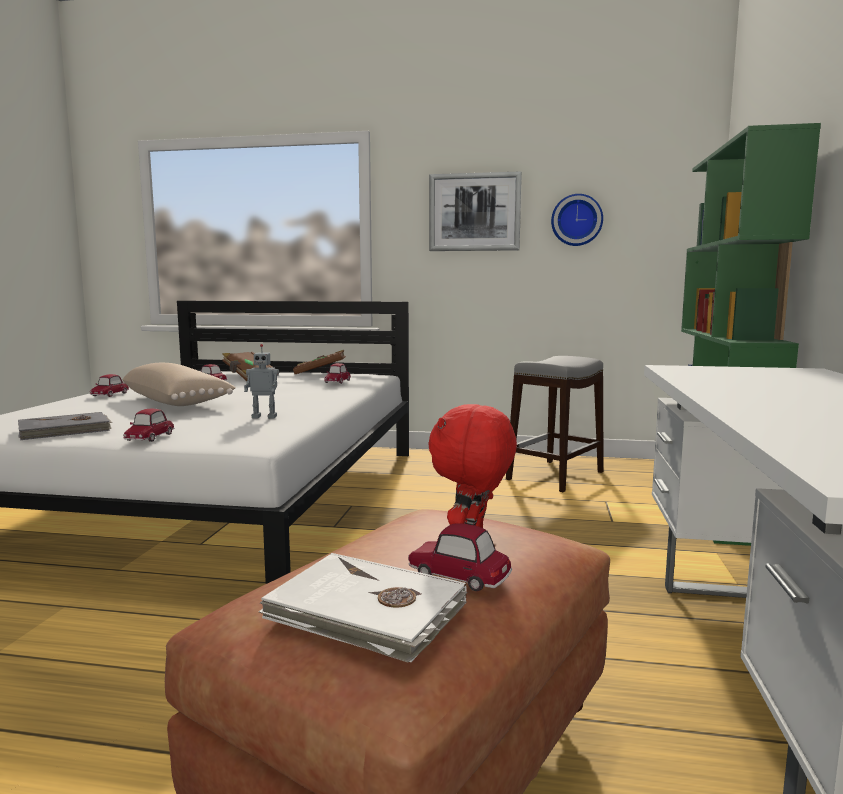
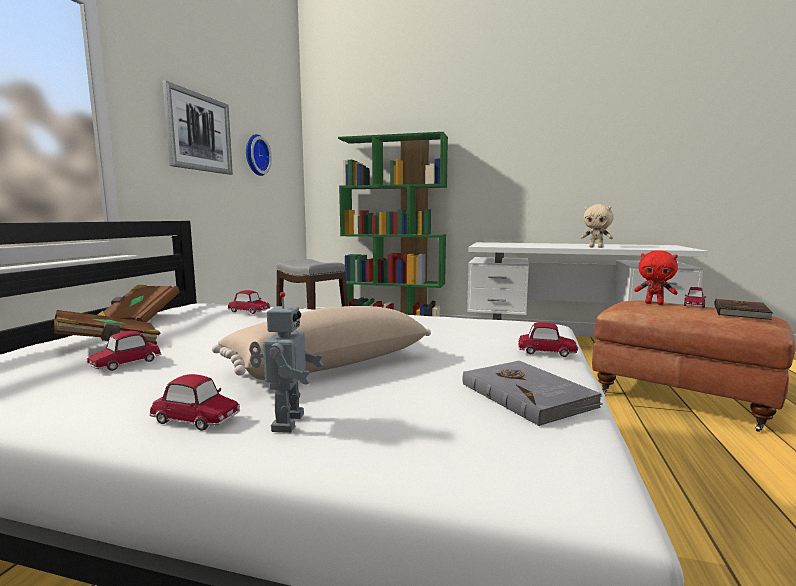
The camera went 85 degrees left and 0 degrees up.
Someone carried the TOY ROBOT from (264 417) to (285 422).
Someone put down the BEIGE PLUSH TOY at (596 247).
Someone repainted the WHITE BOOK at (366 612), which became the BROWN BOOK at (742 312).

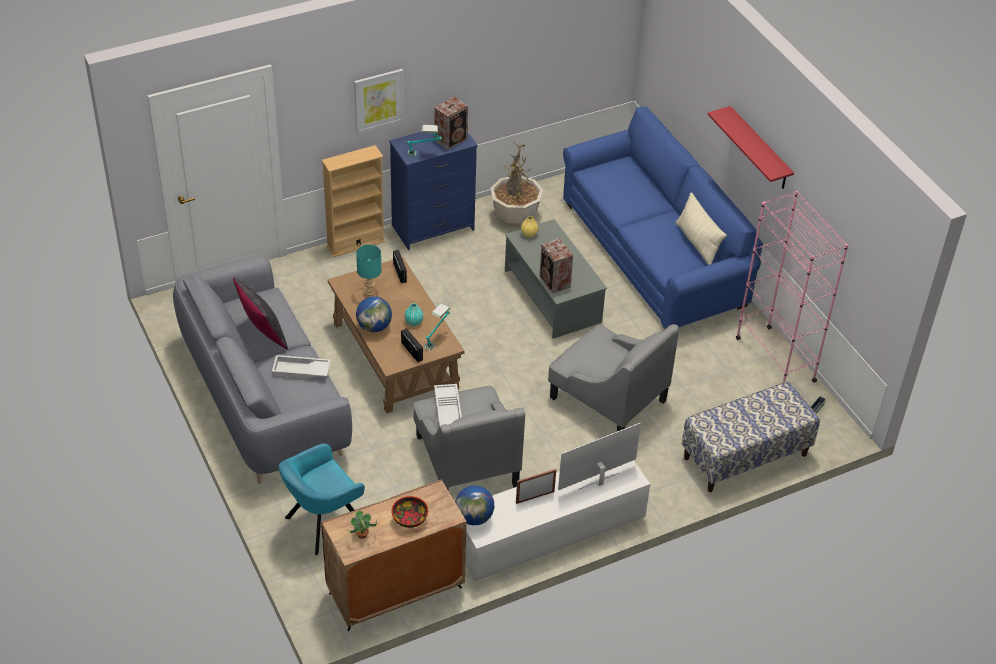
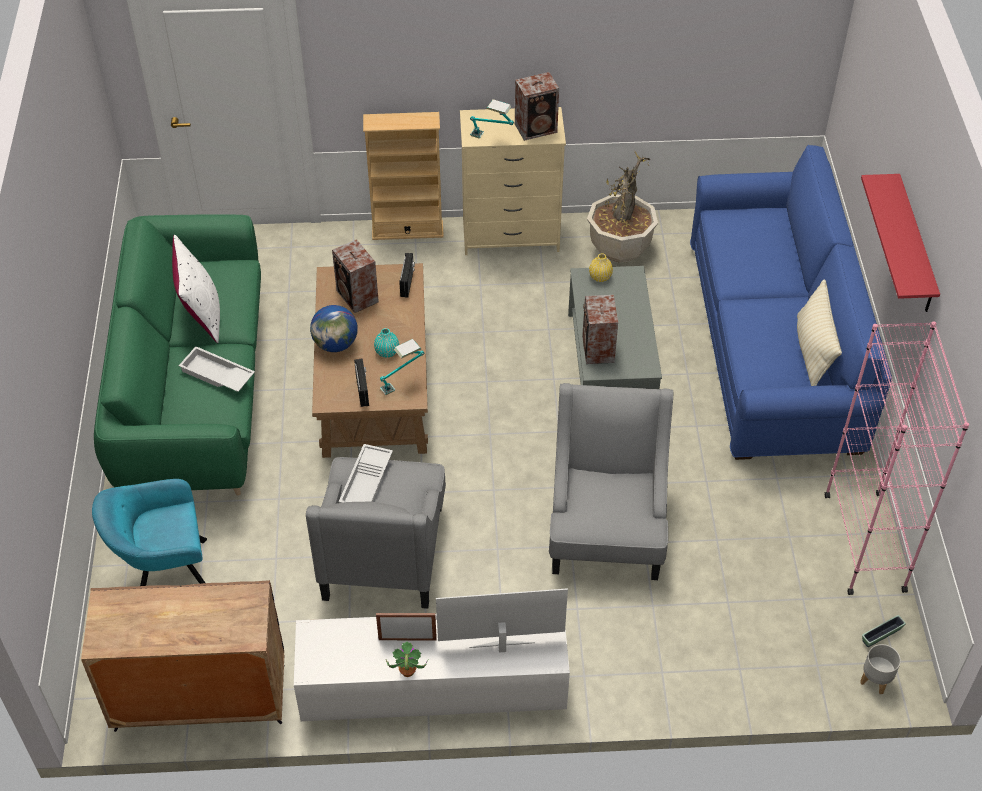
The camera went 25 degrees right and 5 degrees up.
Someone repainted the GREY SOFA at (264 397), which became the GREEN SOFA at (193 391).
Someone repainted the BLACK PILLOW at (262 334), which became the WHITE PILLOW at (201 314).
Someone swapped the TURQUOISE TABLE LAMP at (370 291) for the SPEAKER at (357 297).
Someone carried the POTTED PLANT from (362 535) to (407 671).
Someone repainted the BLUE DRESSER at (433 228), which became the BEIGE DRESSER at (510 235).
Someone rotated the GREY ARMCHAIR at (607 399) by 150 degrees counterclockwise.
Someone put down the GREY PLANTER at (875 680).
Someone took away the PICTURE at (378 100).
Someone took away the BOWL at (410 518).
Someone took away the GLOBE at (474 517).
Someone took away the BENCH at (745 457).

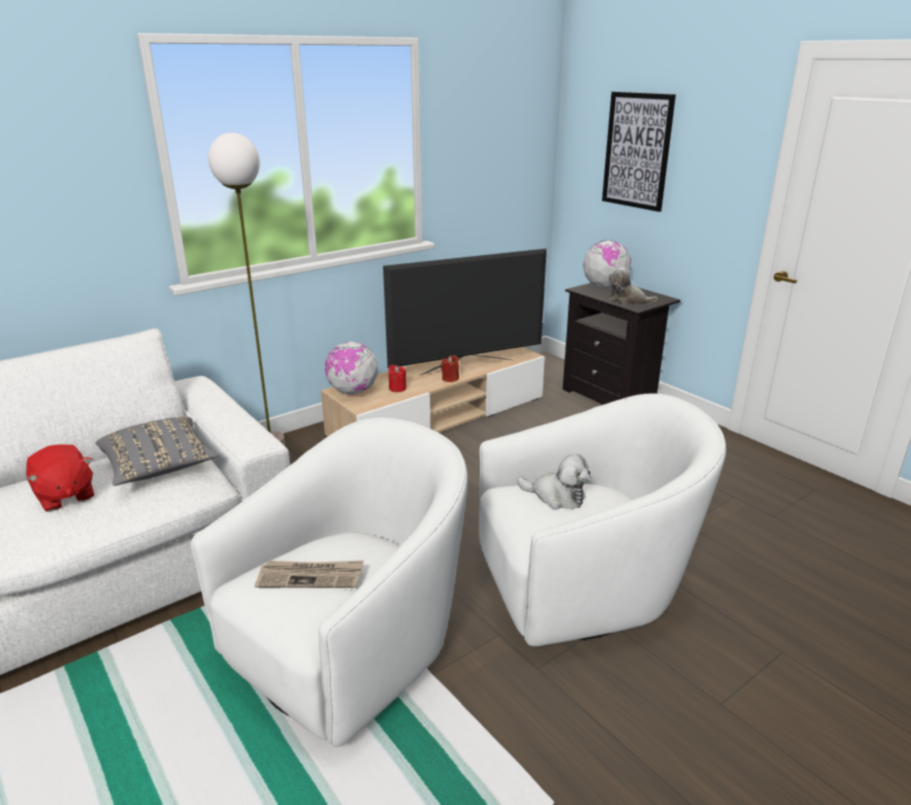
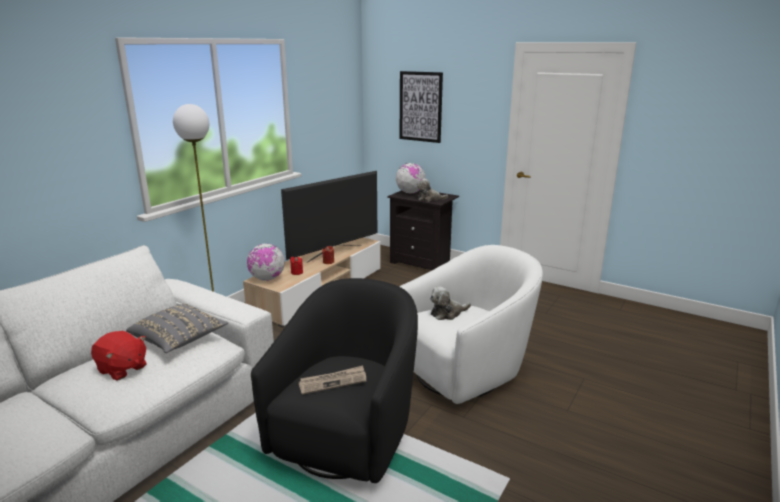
The camera went 20 degrees left and 5 degrees down.
Someone repainted the WHITE ARMCHAIR at (352 651), which became the BLACK ARMCHAIR at (347 434).
Someone rotated the PLUSH TOY at (556 496) by 150 degrees clockwise.

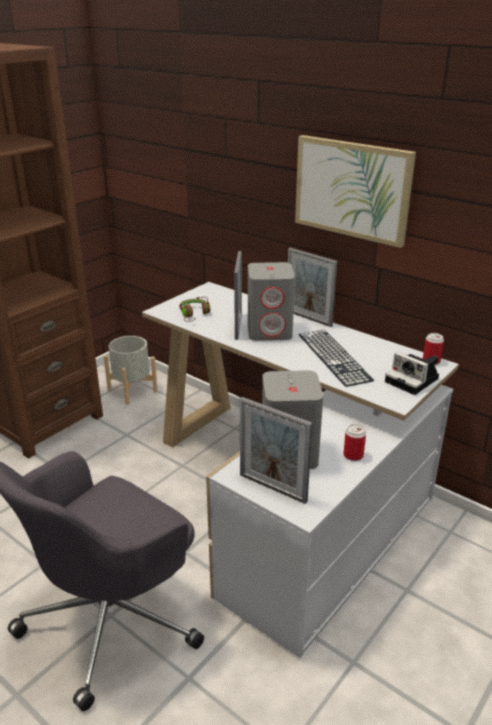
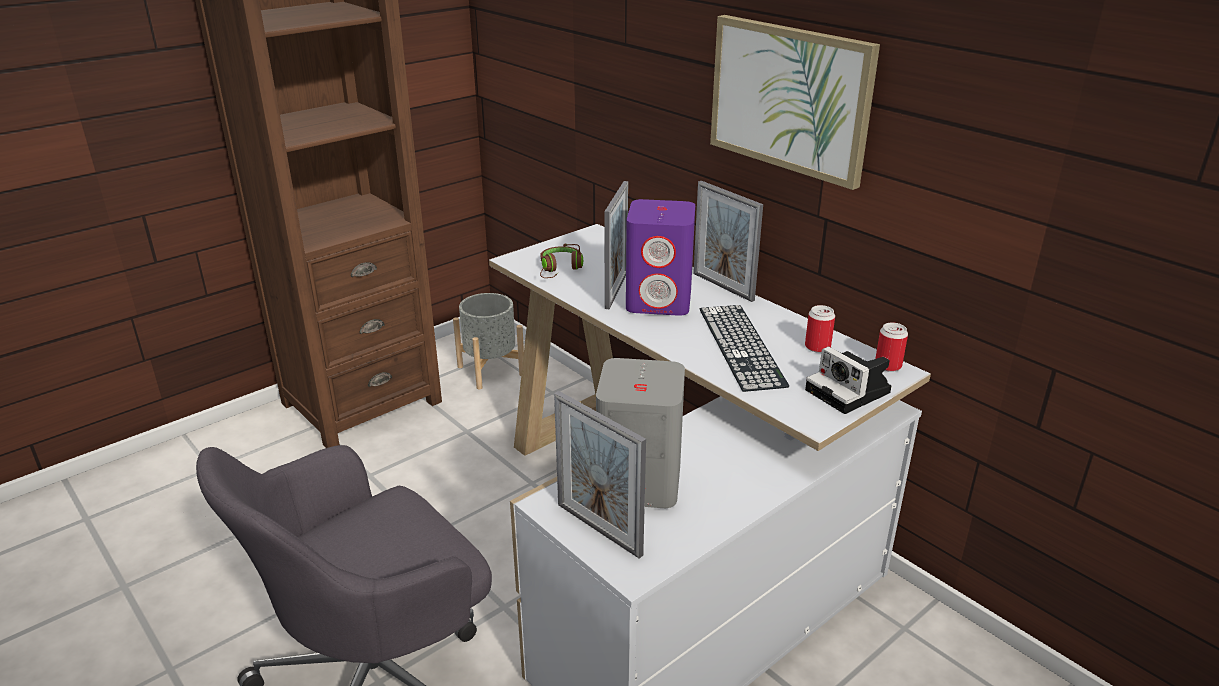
The camera went 10 degrees right and 0 degrees up.
Someone repainted the GREY SPEAKER at (270 331), which became the PURPLE SPEAKER at (659 301).
Someone carried the CAN from (353 455) to (817 347).

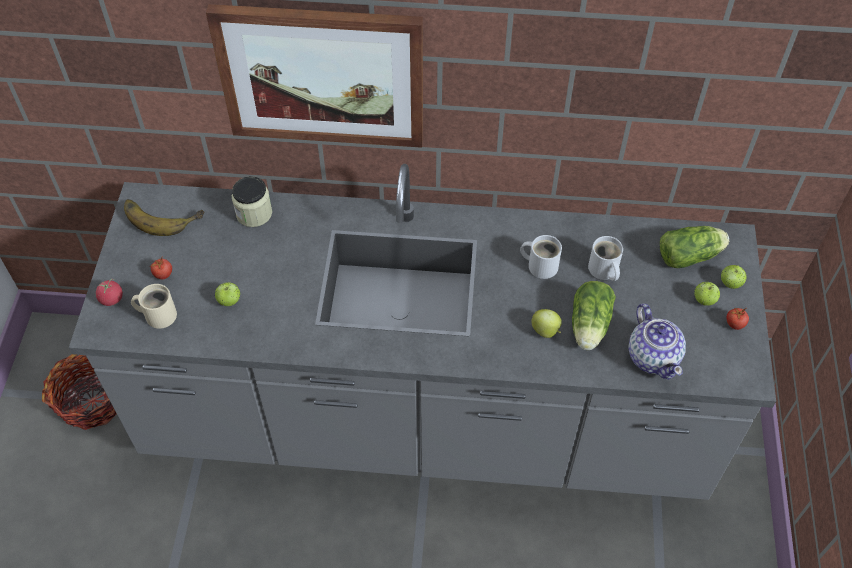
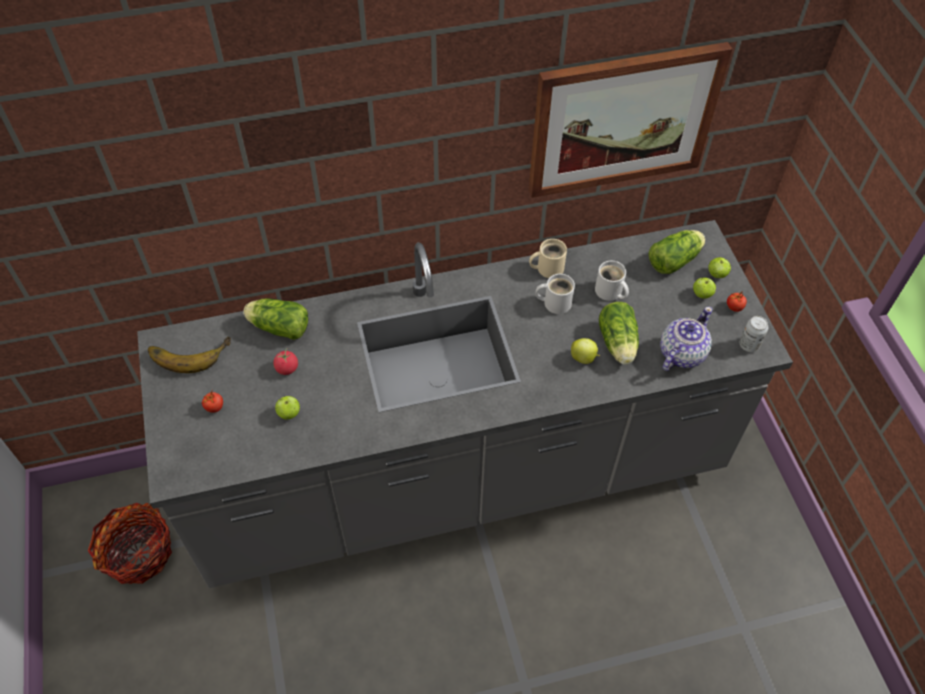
The camera went 20 degrees left and 0 degrees up.
Someone swapped the JAR at (254 213) for the LETTUCE at (277 327).
Someone carried the TOMATO from (111 299) to (287 368).
Someone carried the PICTURE from (322 75) to (623 119).
Someone carried the BEIGE MUG from (158 314) to (547 268).
Someone rotated the TEAPOT at (653 356) by 105 degrees counterclockwise.
Someone put down the CAN at (749 345).

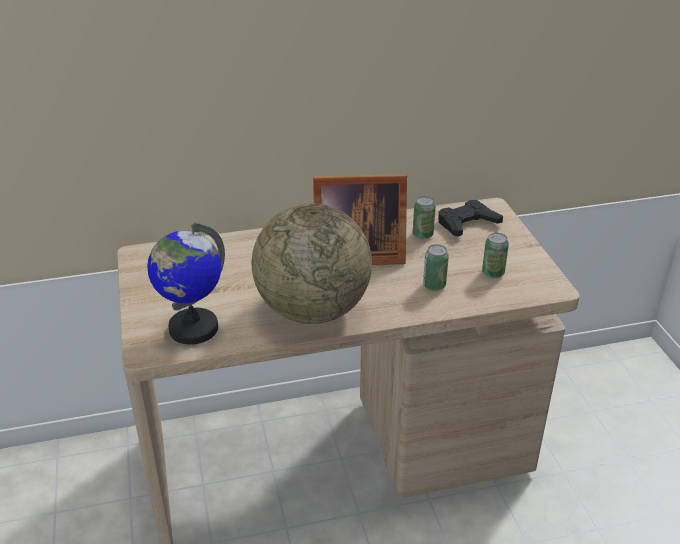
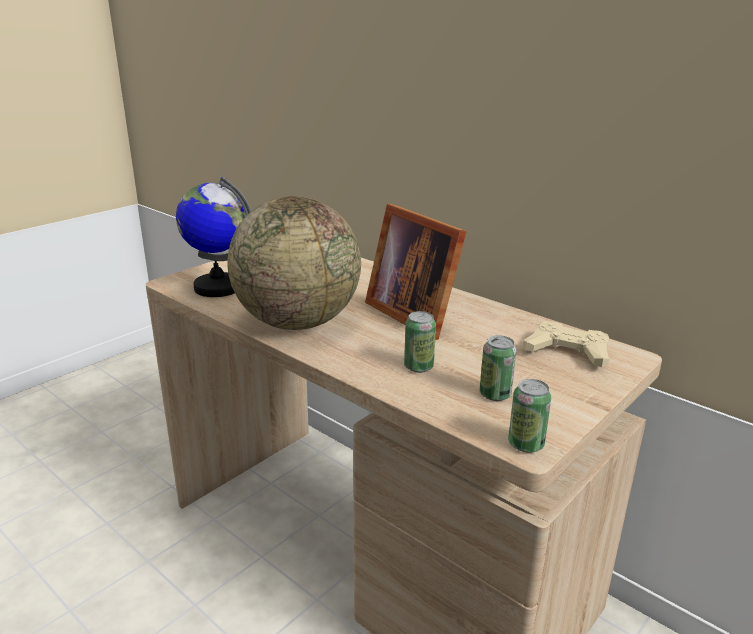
The camera went 55 degrees right and 10 degrees down.
Someone carried the CAN from (422 235) to (525 444).
Someone repainted the BLACK GAME CONTROLLER at (467 223), which became the BEIGE GAME CONTROLLER at (568 351).

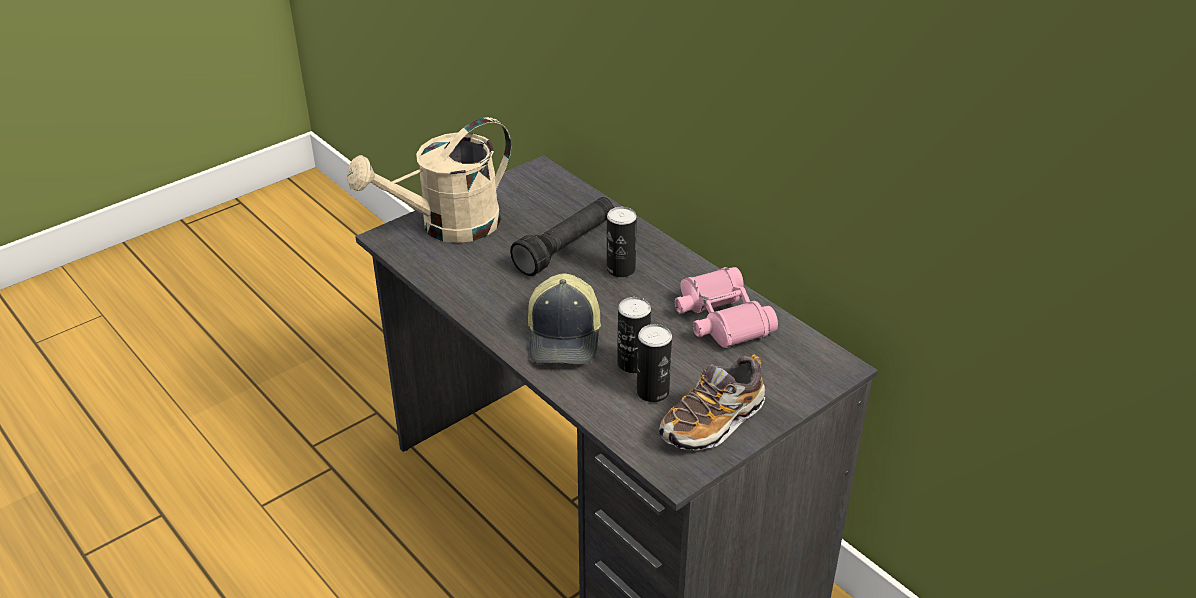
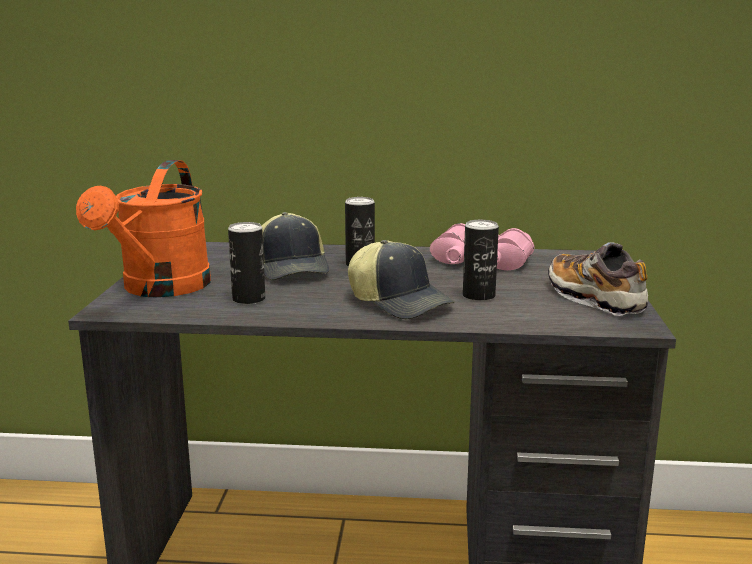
The camera went 45 degrees left and 20 degrees down.
Someone repainted the BEIGE WATERING CAN at (447 226), which became the ORANGE WATERING CAN at (160 289).
Someone carried the CAN from (652 392) to (248 299).
Someone swapped the BLACK FLASHLIGHT at (566 247) for the CAP at (293 268).
Someone rotated the SHOE at (712 422) by 150 degrees clockwise.

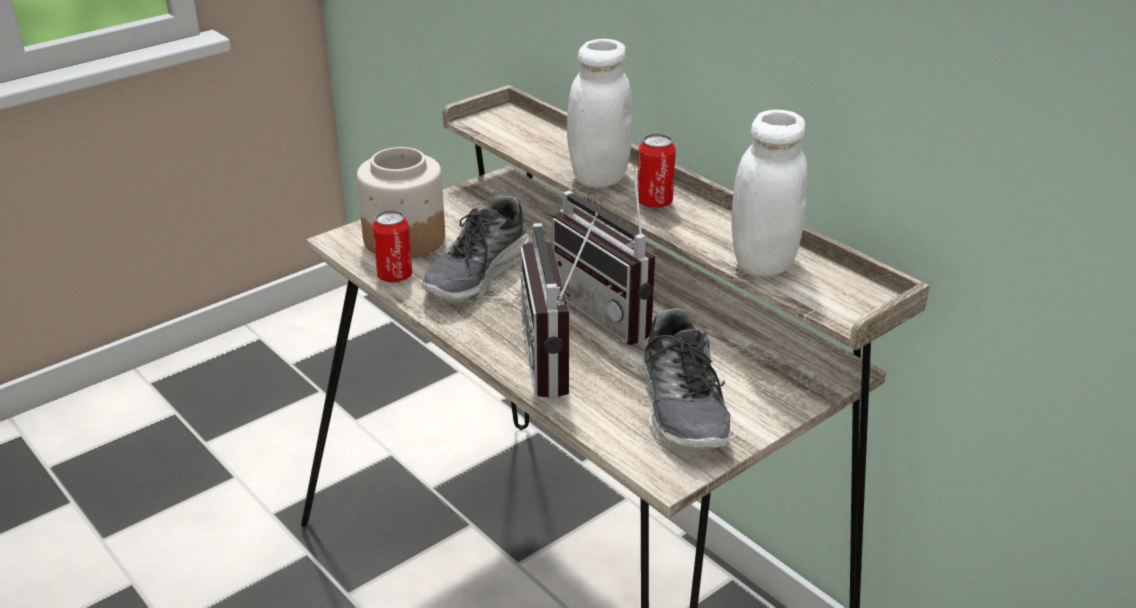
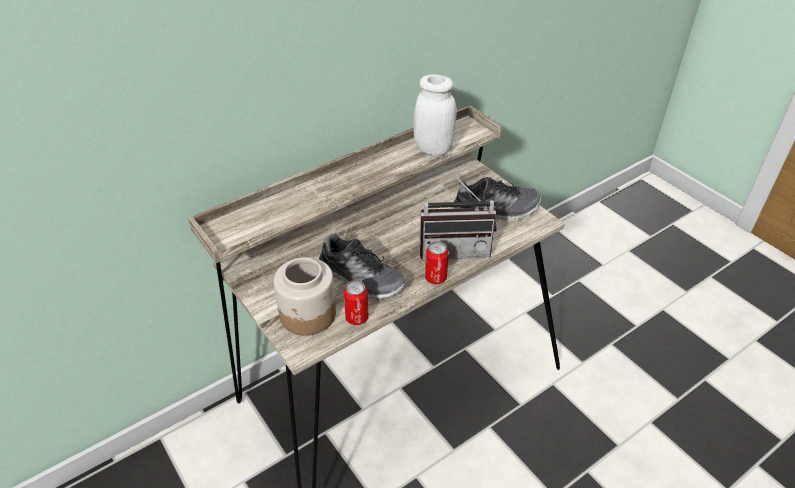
The camera went 85 degrees left and 10 degrees up.
Someone carried the CAN from (654 202) to (435 278).
Someone took away the RADIO at (614 312).
Someone took away the WHITE JAR at (598 177).

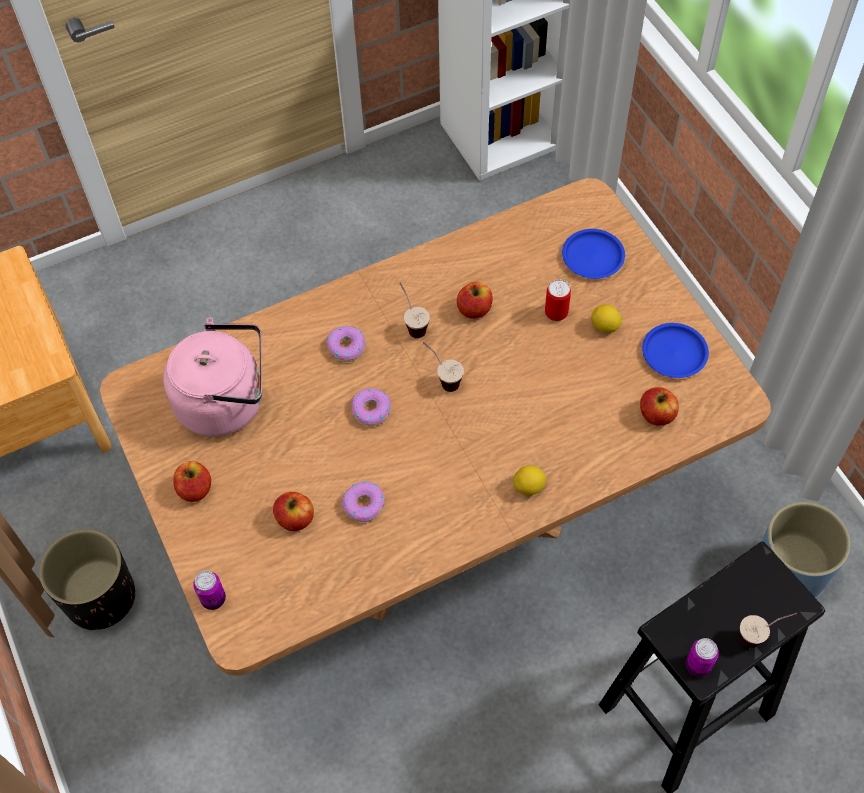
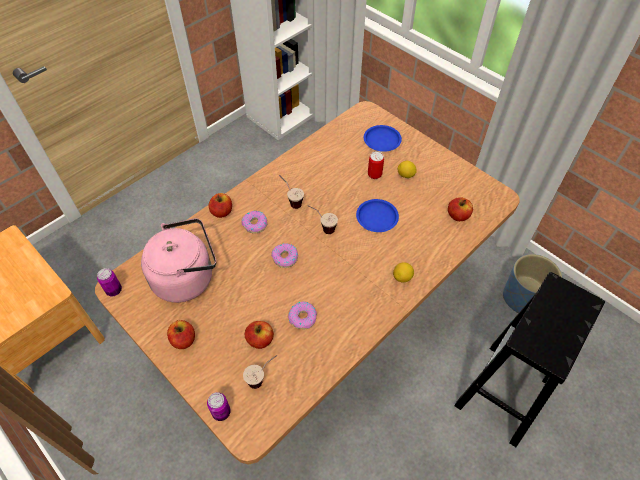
The camera went 20 degrees left and 5 degrees down.
Someone carried the CAN from (698 665) to (114 290).
Someone carried the APPLE from (474 309) to (222 212).
Someone carried the CUP from (760 636) to (263 378).
Someone carried the BLUE PLATE from (674 353) to (376 217).
Someone took away the BLACK PLANTER at (100 598).

